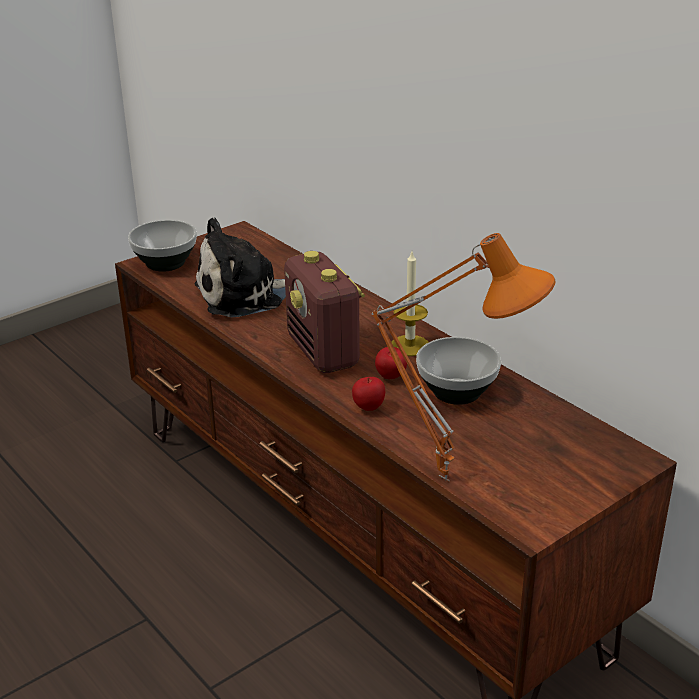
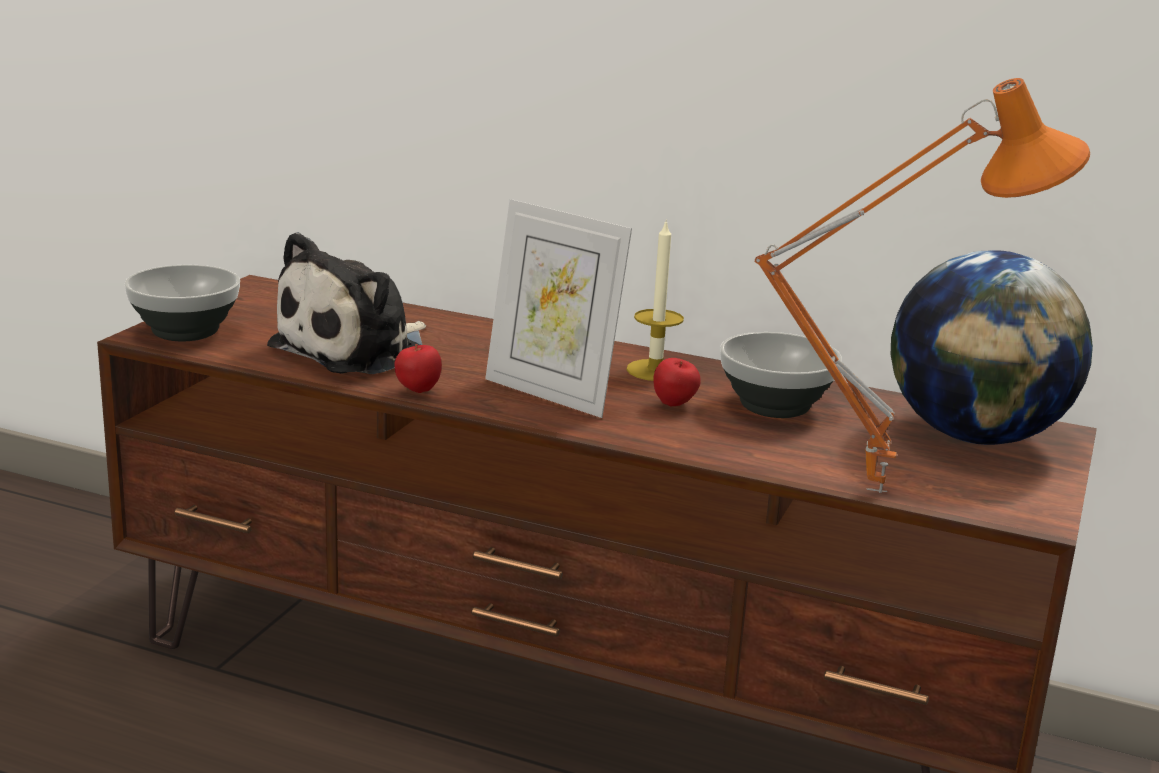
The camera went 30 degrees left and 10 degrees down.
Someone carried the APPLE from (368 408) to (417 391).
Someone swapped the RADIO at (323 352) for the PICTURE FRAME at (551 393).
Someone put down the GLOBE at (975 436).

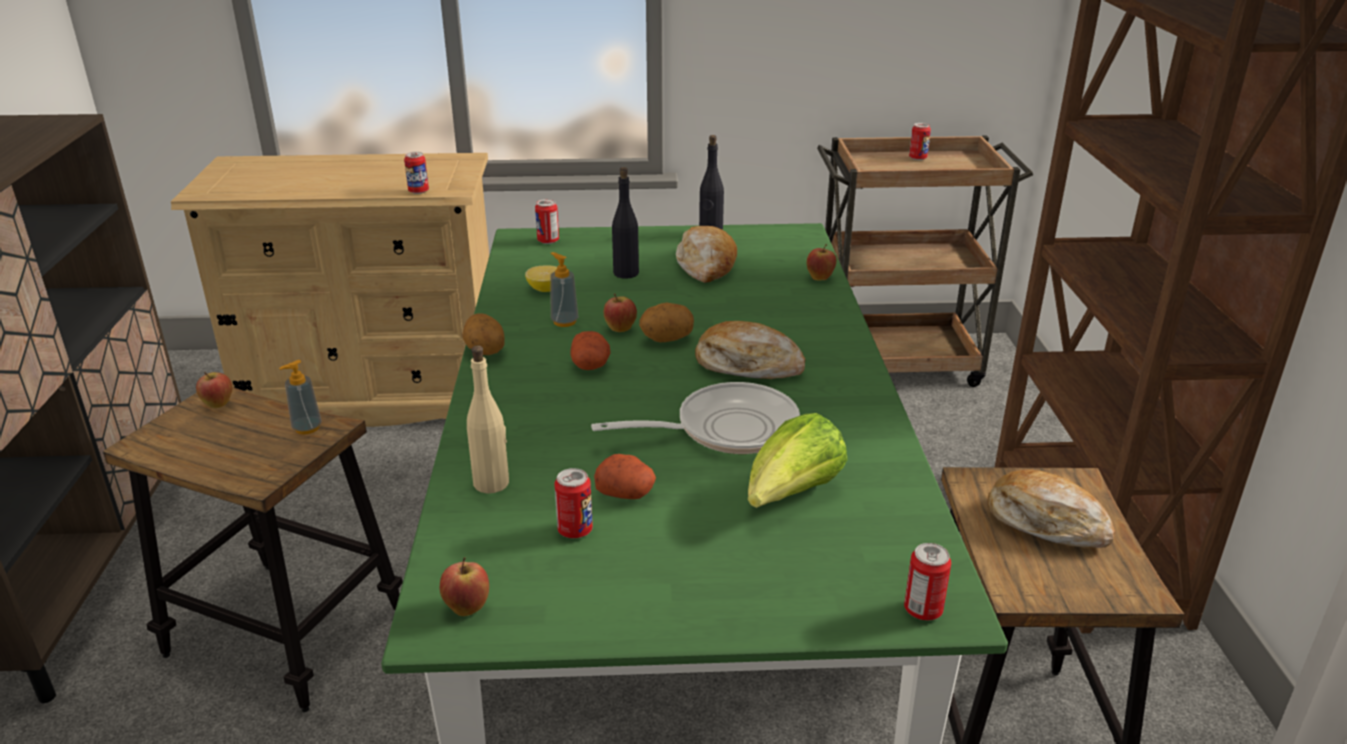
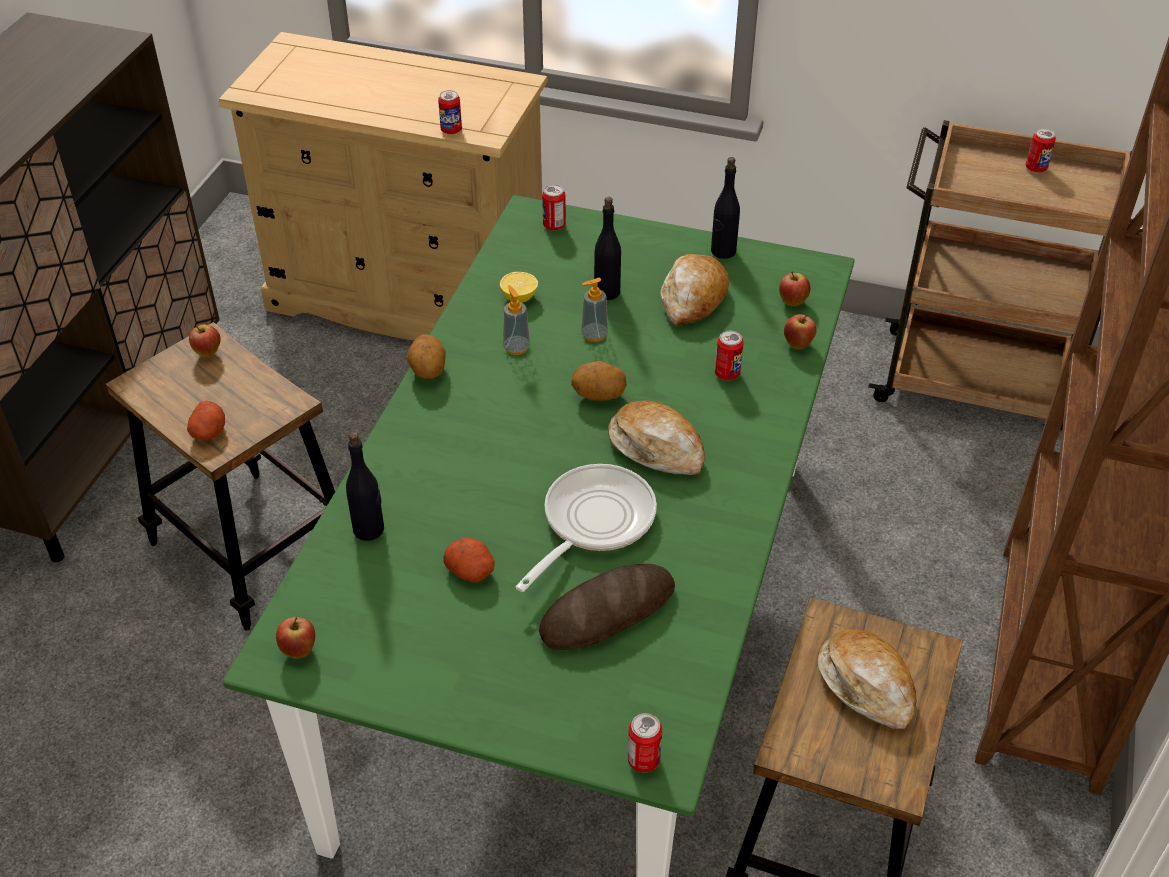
The camera went 20 degrees right and 15 degrees up.
Someone carried the POTATO from (591 365) to (209 432).
Someone repainted the BEIGE BOTTLE at (492 483), which became the BLACK BOTTLE at (369 529).
Someone rotated the FRYING PAN at (726 429) by 60 degrees counterclockwise.
Someone swapped the LETTUCE at (792 495) for the BREAD at (607 612).
Someone carried the SOAP DISPENSER from (307 428) to (594 335).
Someone carried the CAN from (575 530) to (727 374).
Someone carried the APPLE from (620 330) to (792 302).

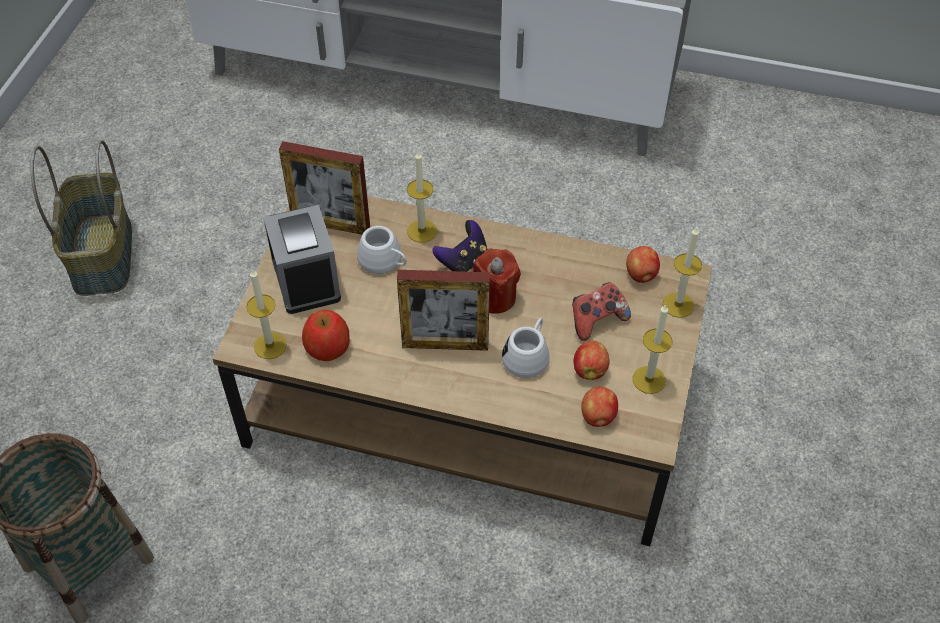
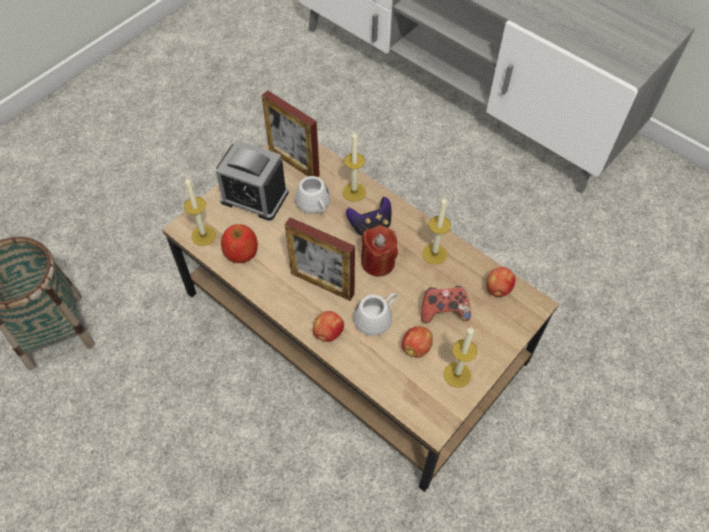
The camera went 25 degrees right and 5 degrees up.
Someone rotated the ALARM CLOCK at (306 279) by 105 degrees clockwise.
Someone carried the APPLE from (598 417) to (328 333).
Someone carried the CANDLE from (678 305) to (434 254).
Someone took away the BASKET at (104 255).

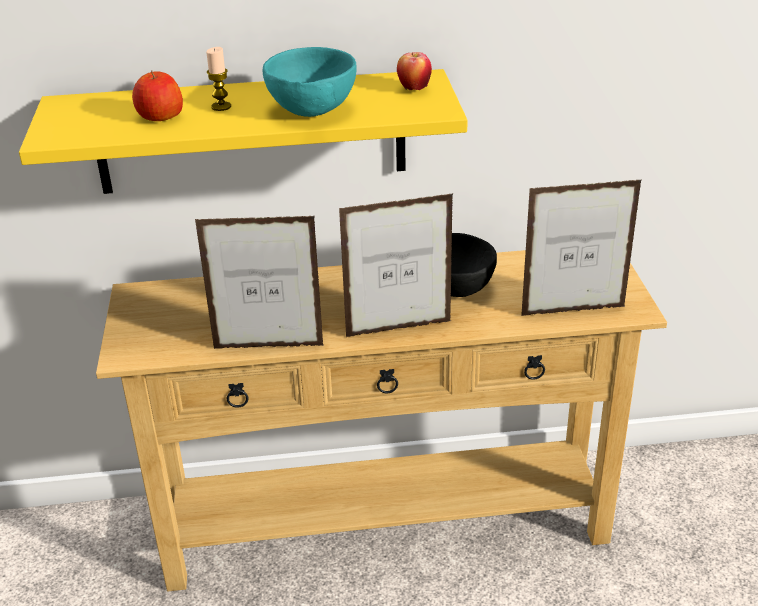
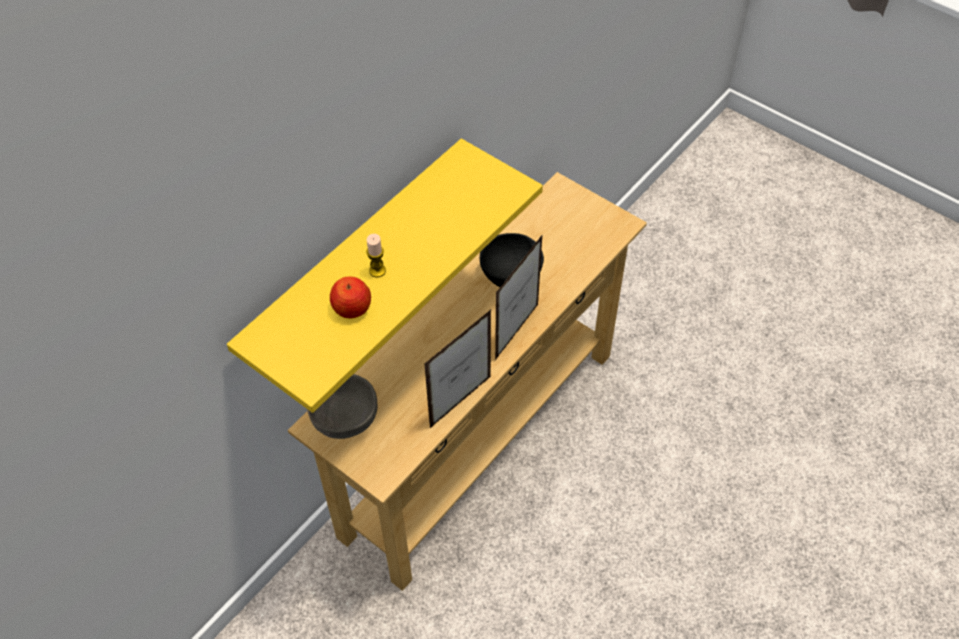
The camera went 45 degrees left and 20 degrees up.
Someone put down the GREY BOWL at (344 420).
Someone took away the TURQUOISE BOWL at (310 110).
Someone took away the APPLE at (414 89).
Someone took away the PICTURE FRAME at (573 311).

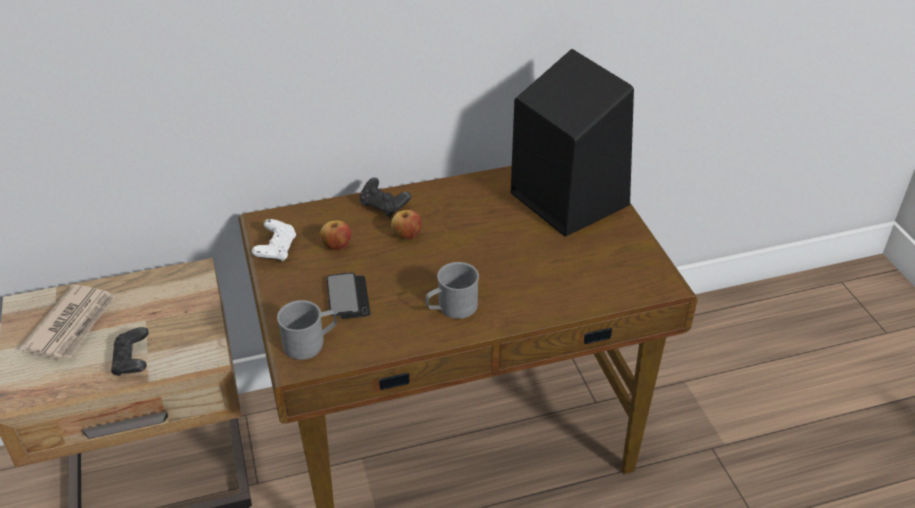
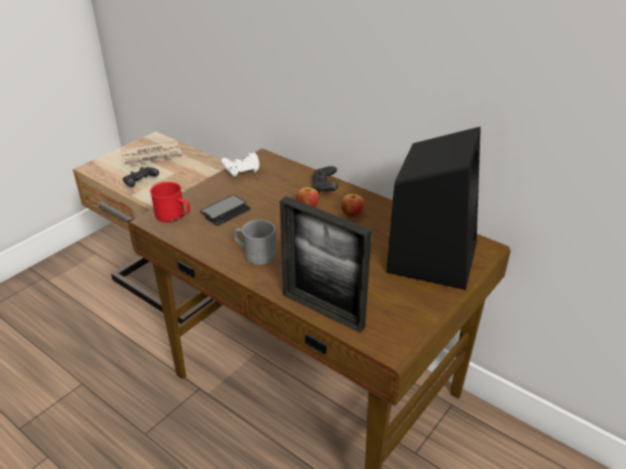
The camera went 55 degrees right and 5 degrees down.
Someone repainted the GREY MUG at (310 342), which became the RED MUG at (174 216).
Someone put down the PICTURE FRAME at (323 310).
Someone carried the APPLE from (336 245) to (351 214).

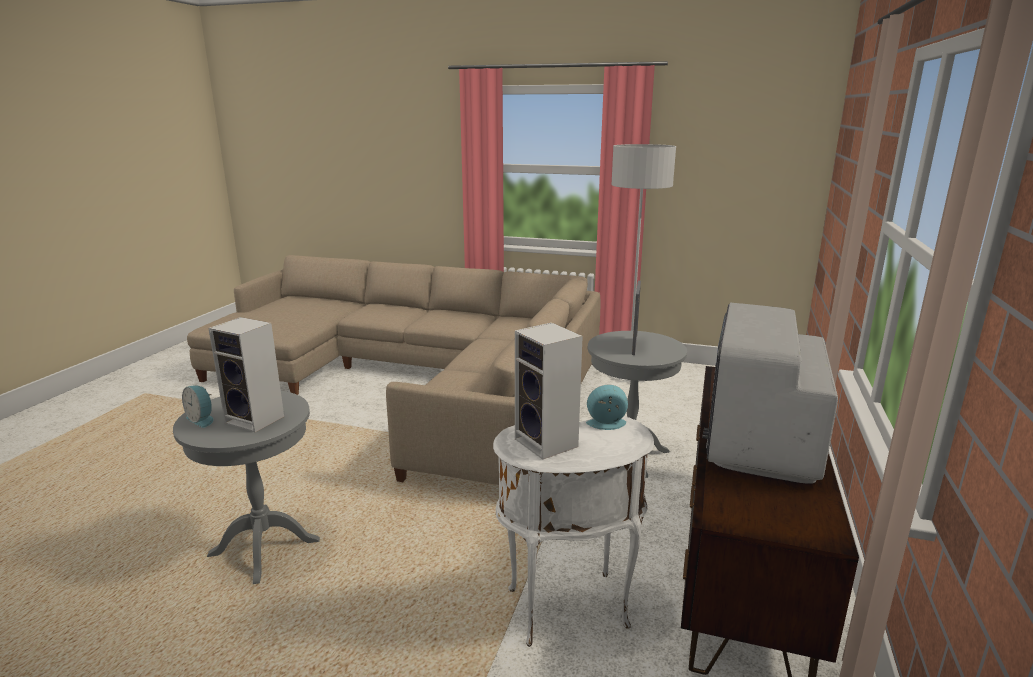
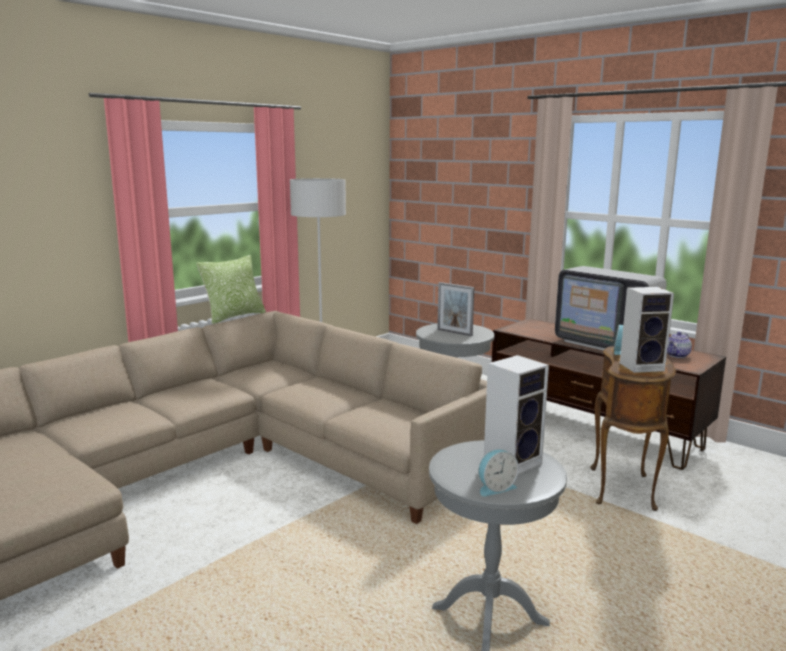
The camera went 65 degrees left and 5 degrees down.
Someone put down the PILLOW at (234 316).
Someone repainted the WHITE SIDE TABLE at (569 611), which became the BROWN SIDE TABLE at (625 489).
Someone put down the TEAPOT at (677 355).

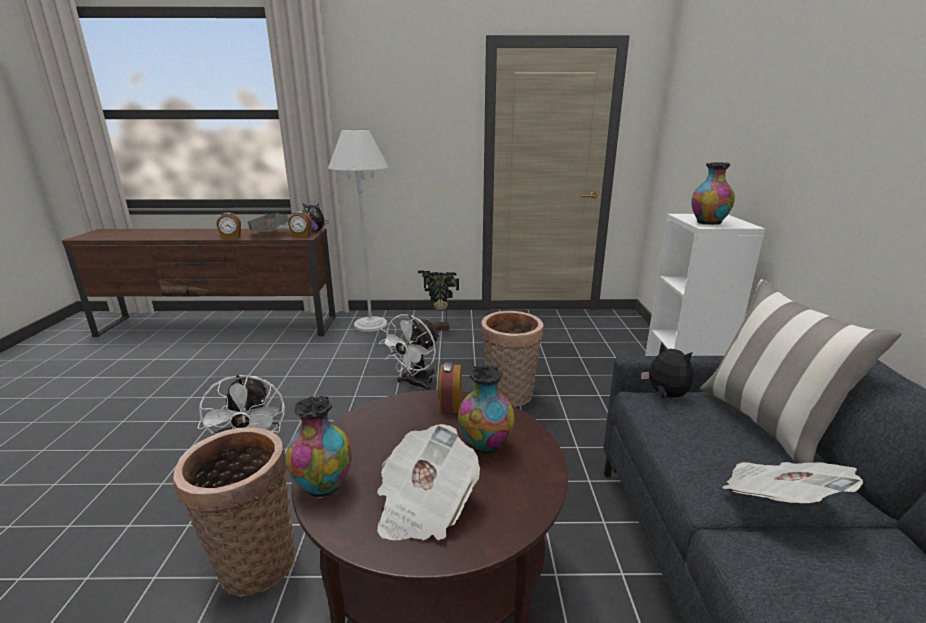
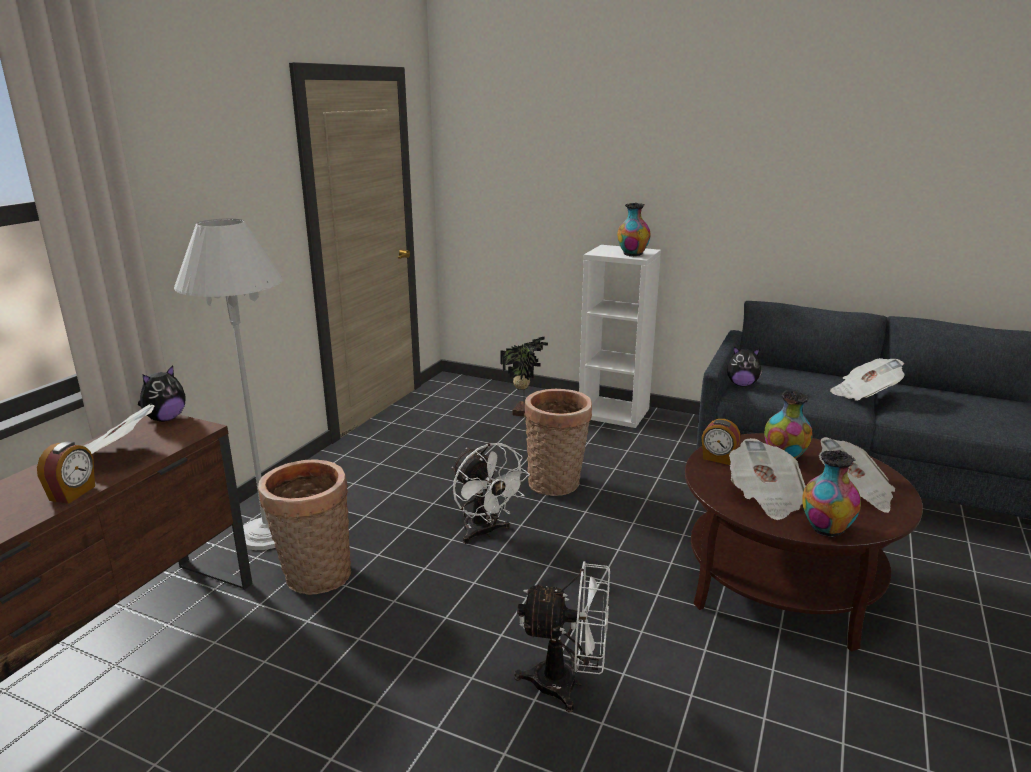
The camera went 65 degrees left and 0 degrees up.
Someone carried the BASKET from (252 562) to (314 578).
Someone carried the POTTED PLANT from (440 329) to (523 411).
Someone rotated the PLUSH TOY at (665 395) by 150 degrees counterclockwise.
Someone put down the NEWSPAPER at (765 498).
Someone took away the ALARM CLOCK at (301 236).
Someone took away the PILLOW at (766 424).

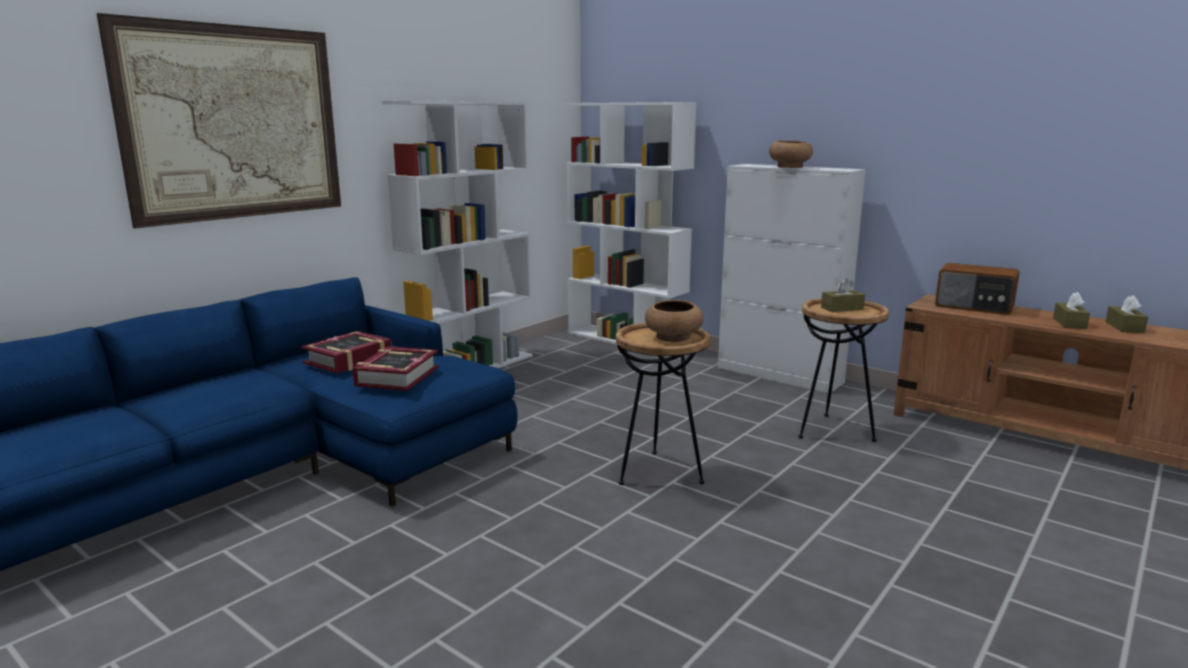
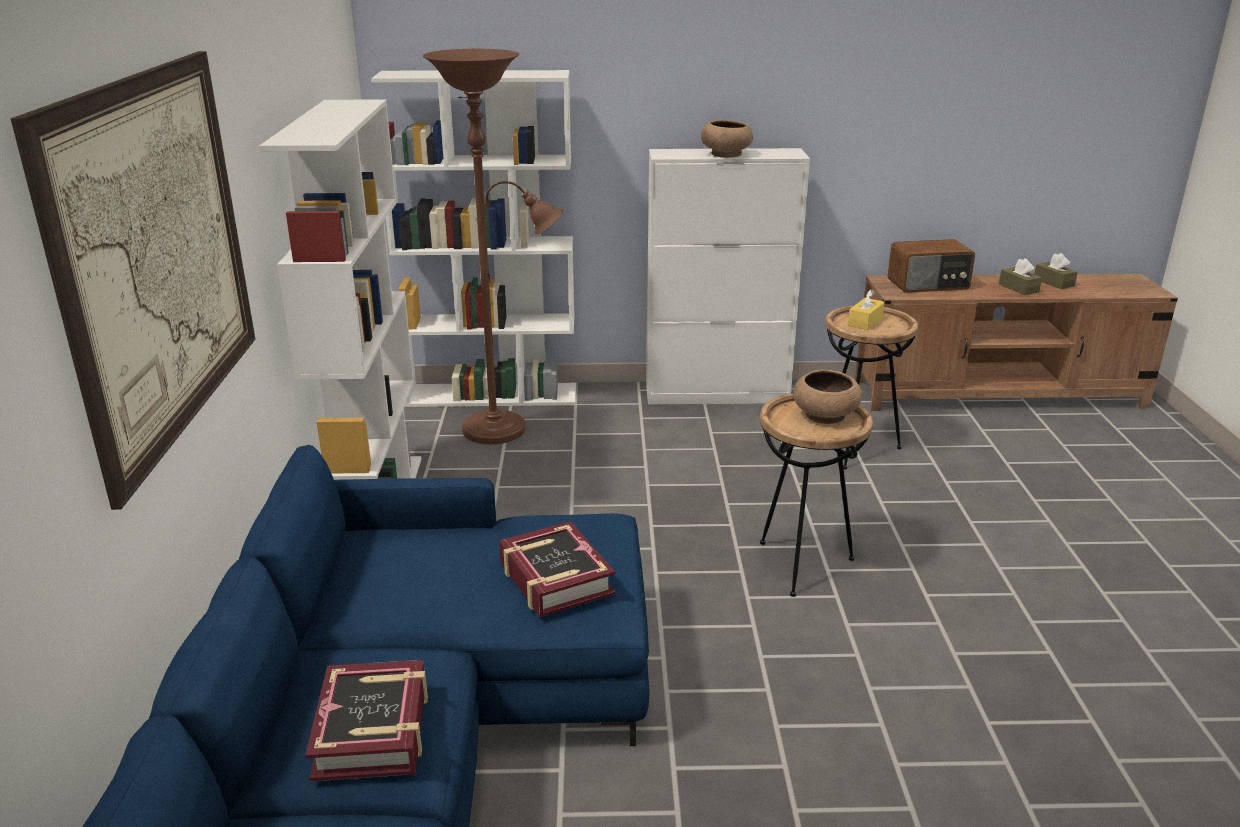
The camera went 40 degrees left and 10 degrees up.
Someone carried the BOOK from (349 360) to (373 730).
Someone put down the BROWN FLOOR LAMP at (503 429).
Someone repainted the BROWN TISSUE BOX at (842 308), which became the YELLOW TISSUE BOX at (865 321).

